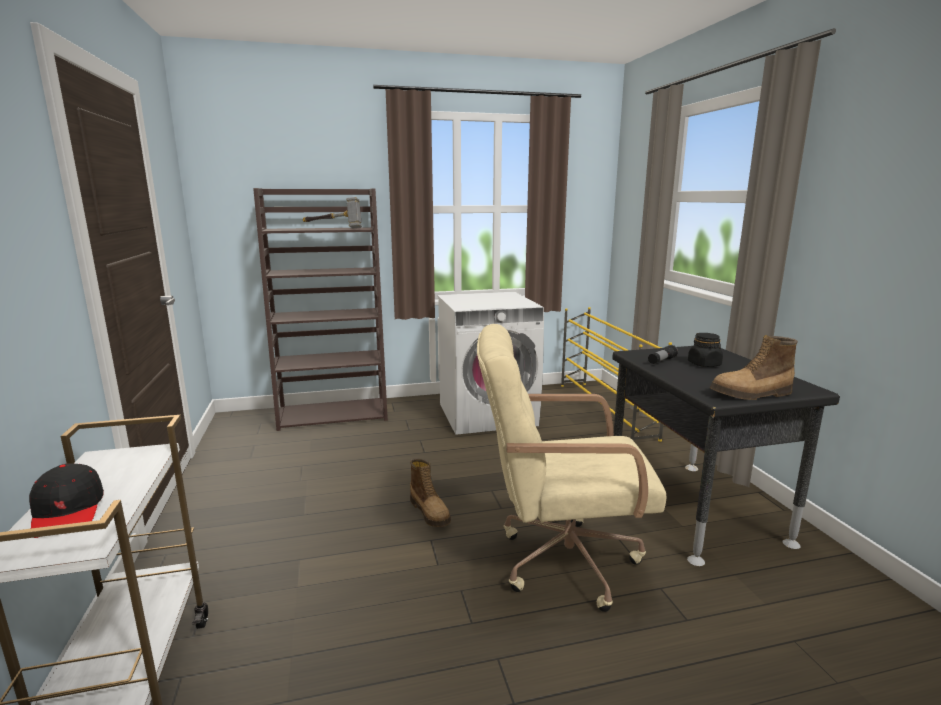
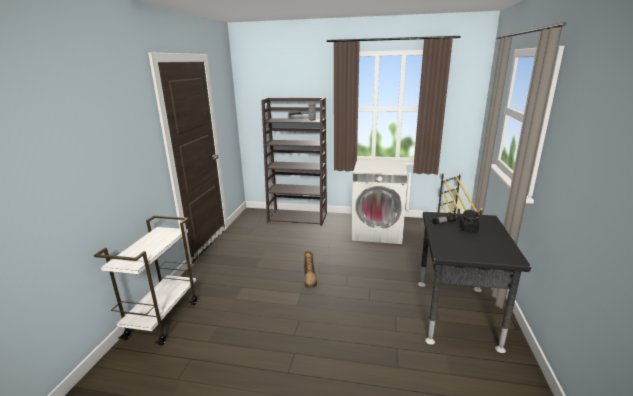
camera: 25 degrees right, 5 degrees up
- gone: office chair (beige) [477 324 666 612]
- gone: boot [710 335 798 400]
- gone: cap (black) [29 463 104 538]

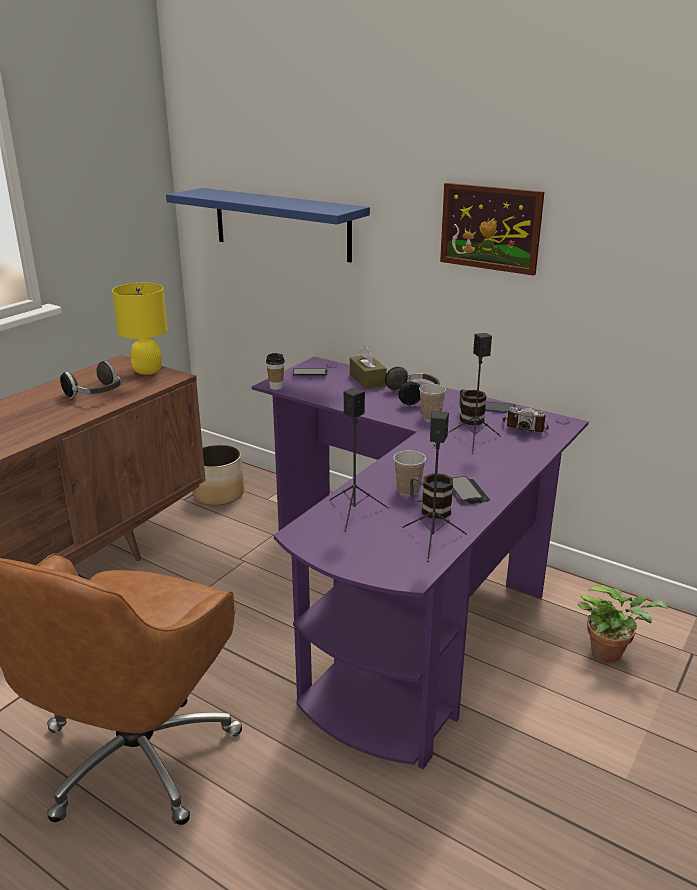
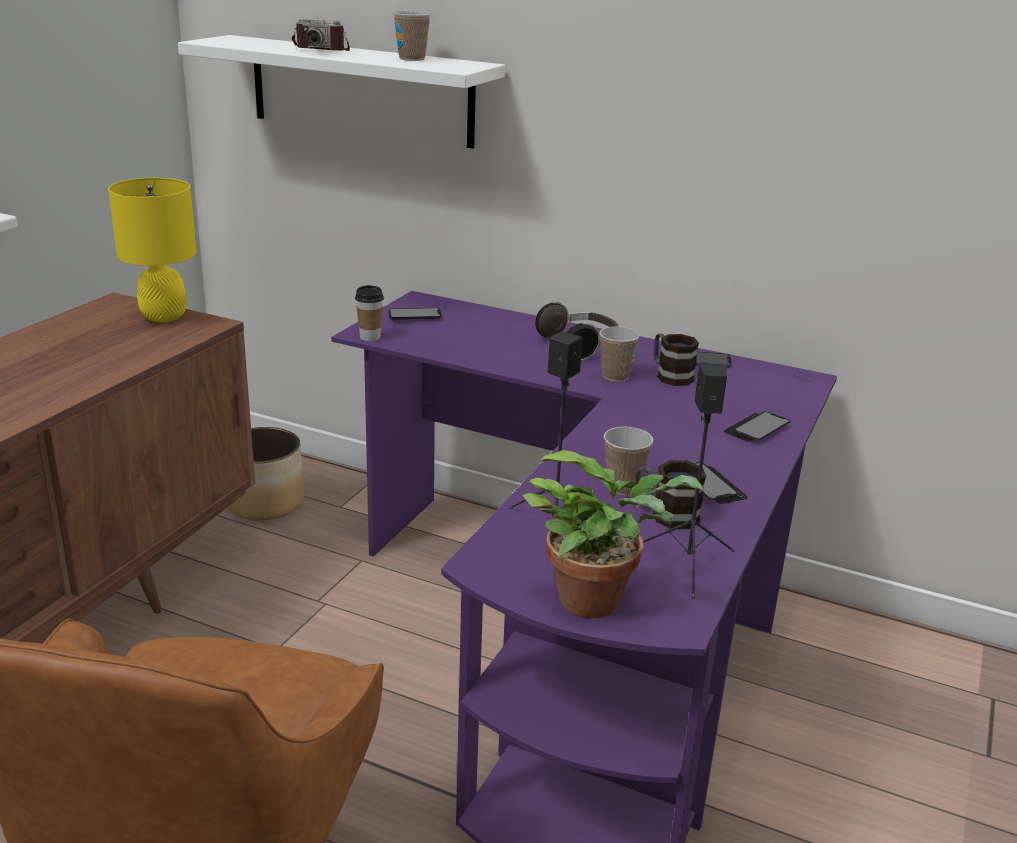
camera: 10 degrees left, 0 degrees up
- gone: picture [440 183 544 276]
- repainted: shelf (blue) [166 188 370 262] to shelf (white) [178 35 505 149]
- gone: speaker (black) [449 333 501 454]
- gone: tissue box (brown) [350 345 387 389]
- gone: headphones [60 361 121 398]
- shifted: photo camera [503 407 549 432] to [292 15 350 51]
- shifted: potted plant [577 585 668 663] to [523 450 703 618]
- new: cup [393 11 431 61]
- new: phone [724 411 791 442]

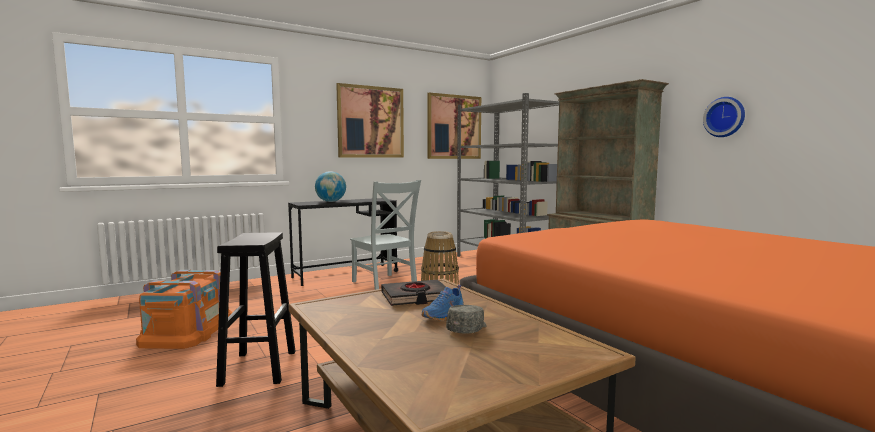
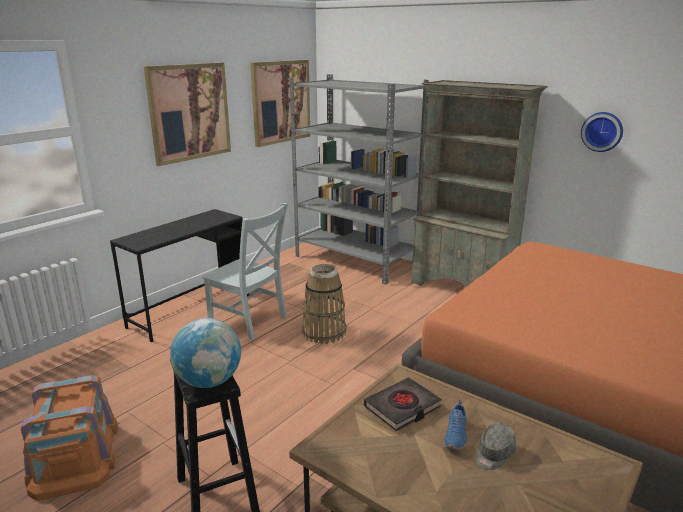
camera: 20 degrees left, 15 degrees up
- shifted: globe [315 171 346 202] to [170 318 241 388]
- rotated: cap (grey) [446 305 486 333] = [476 423 516 470] 150 degrees counterclockwise

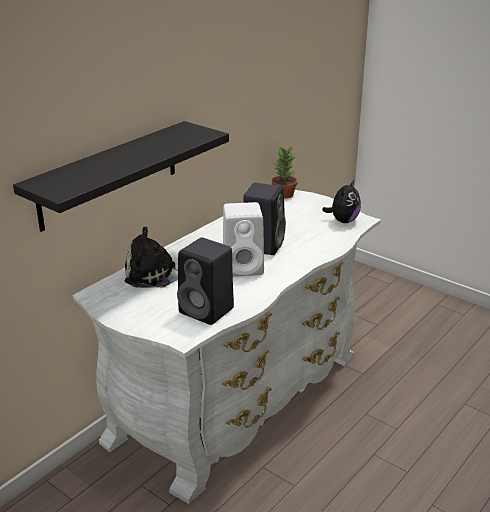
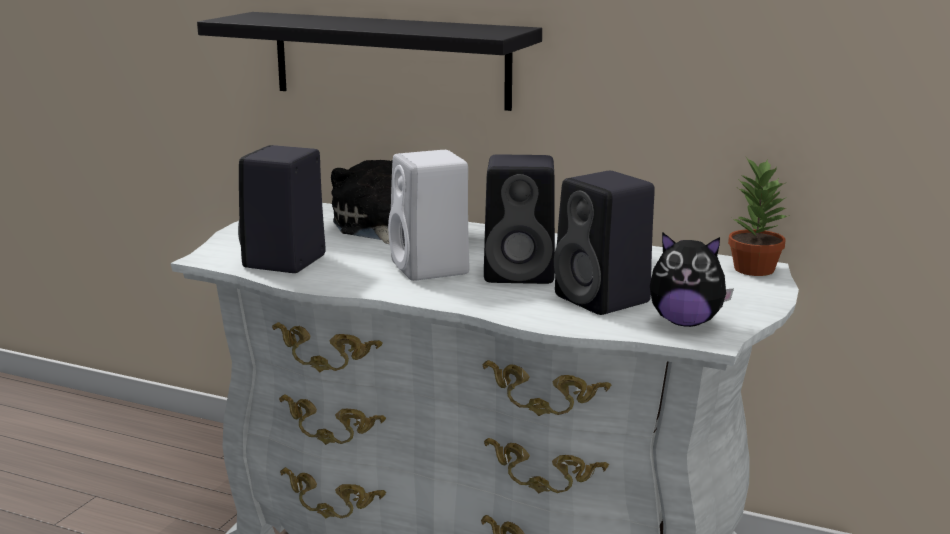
camera: 75 degrees right, 10 degrees down
- new: speaker (black) [554 171 655 315]

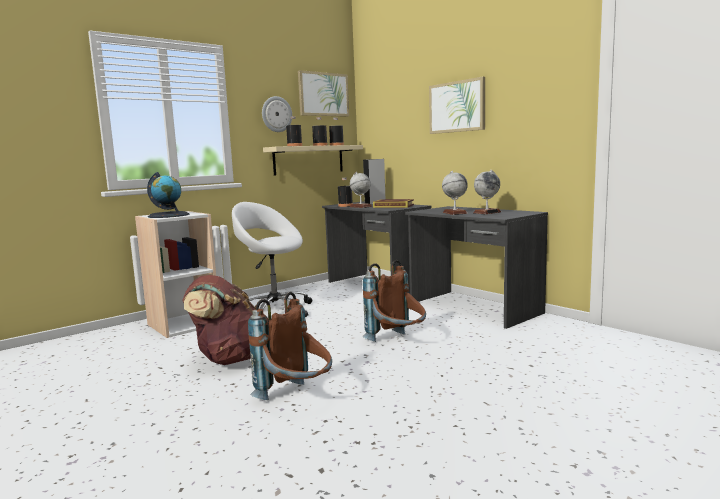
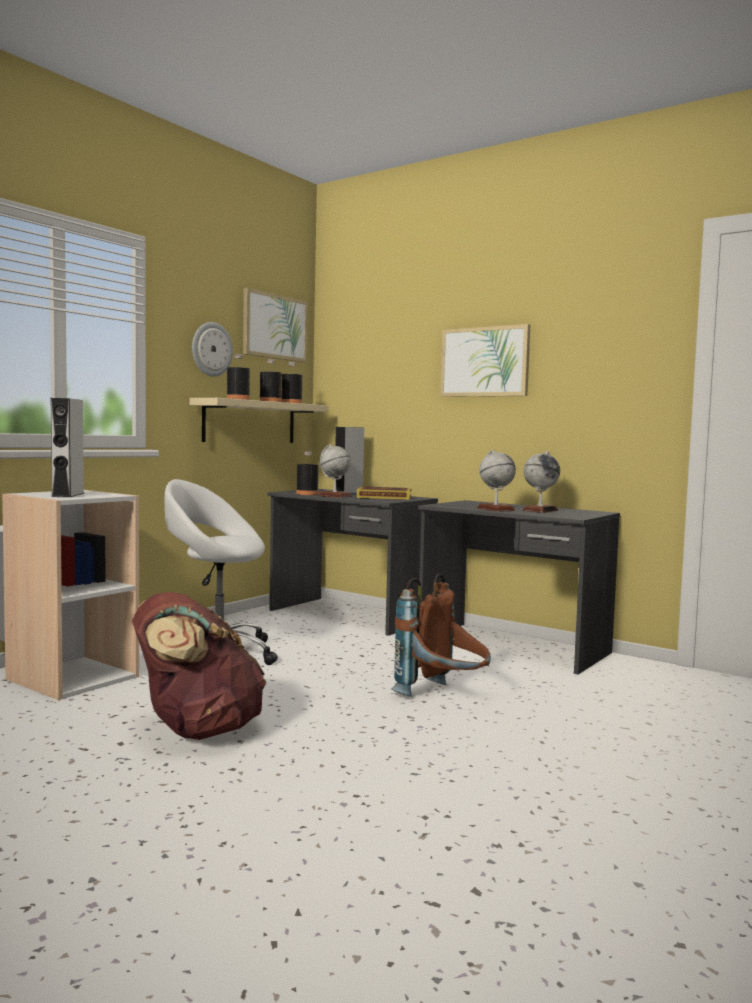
camera: 15 degrees left, 5 degrees down
- swapped: globe [147 172 189 218] to speaker (grey) [51 398 84 497]
- gone: backpack (brown) [248 292 332 400]

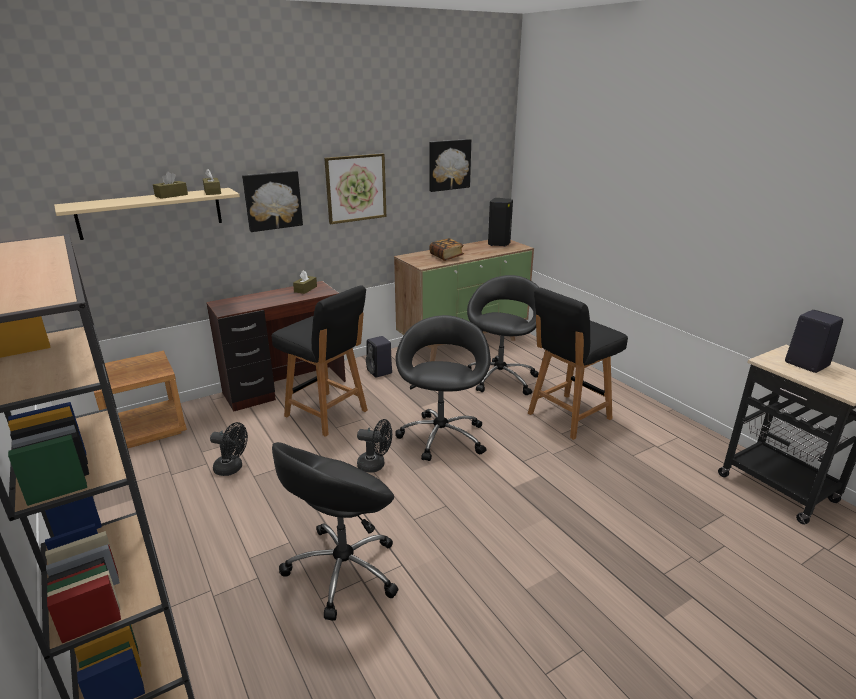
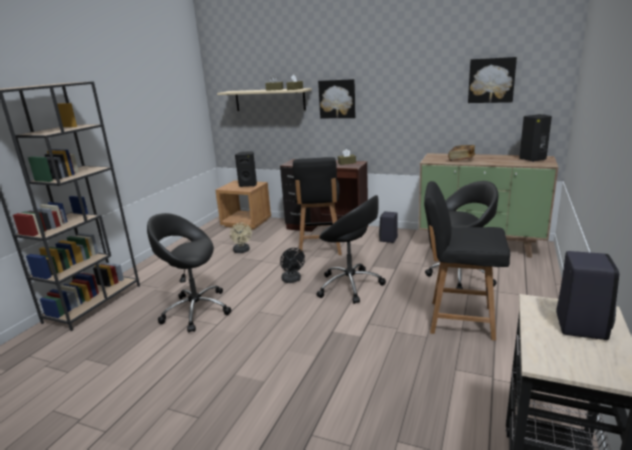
camera: 55 degrees right, 5 degrees down
- gone: picture [324 153 386 224]
- rotated: office chair (black) [395 315 491 461] = [316 195 386 304] 60 degrees clockwise
- repainted: fan (black) [210 422 248 476] to fan (beige) [230 223 252 253]
- new: speaker (black) [235 151 257 187]

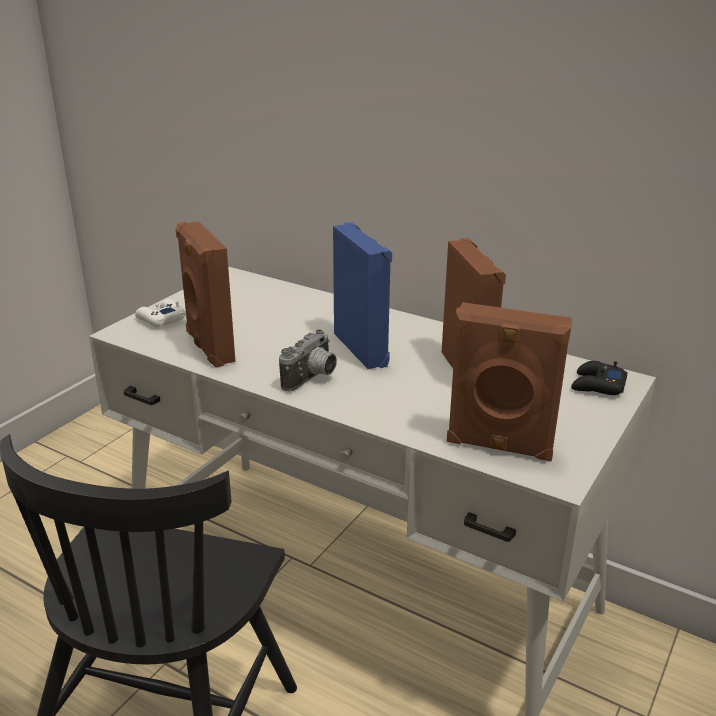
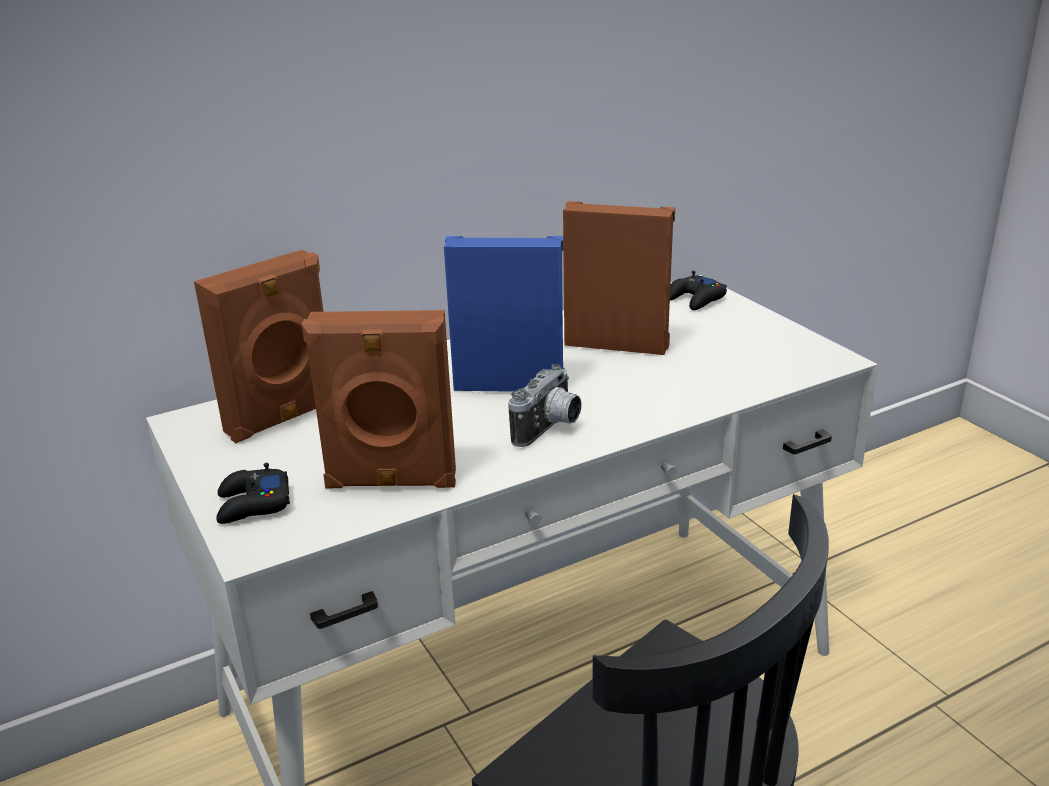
camera: 60 degrees left, 0 degrees up
- repainted: game controller (white) [135 299 185 327] to game controller (black) [216 463 290 524]
- shifted: speaker (brown) [447 302 572 461] to [194 250 324 443]
- rotated: photo camera [279 329 337 391] = [508 364 582 447] 60 degrees clockwise

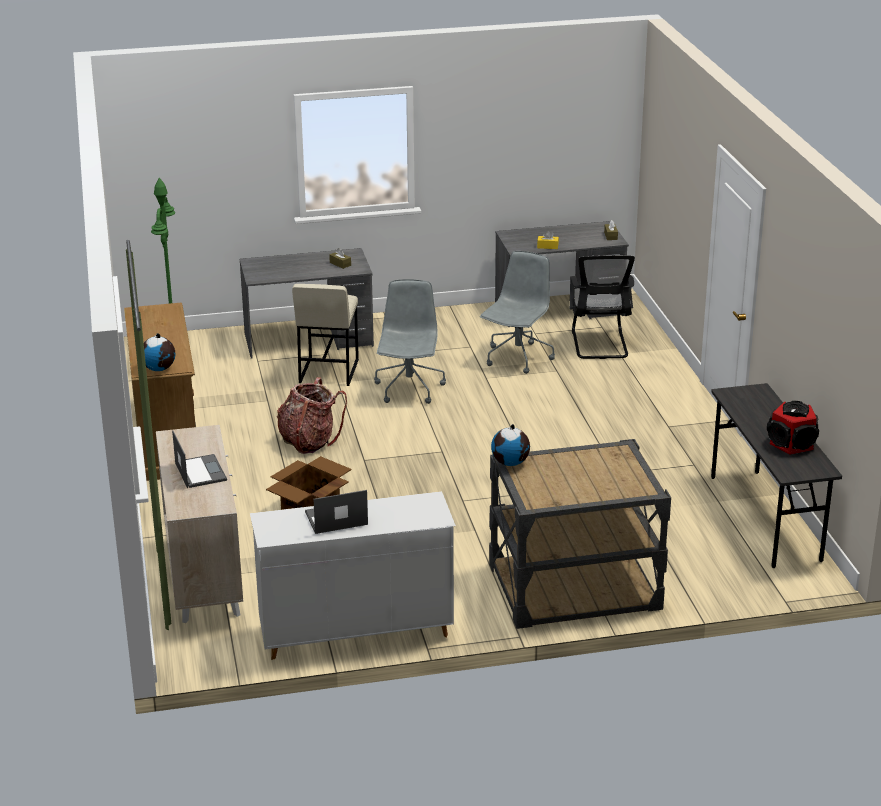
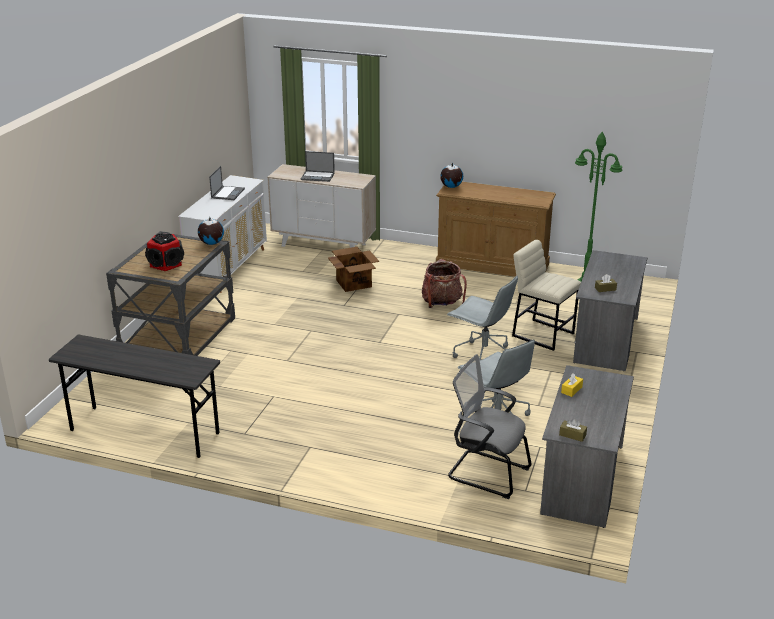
camera: 120 degrees right, 0 degrees up
- shifted: speaker [767 401 819 455] to [145 233 184 271]

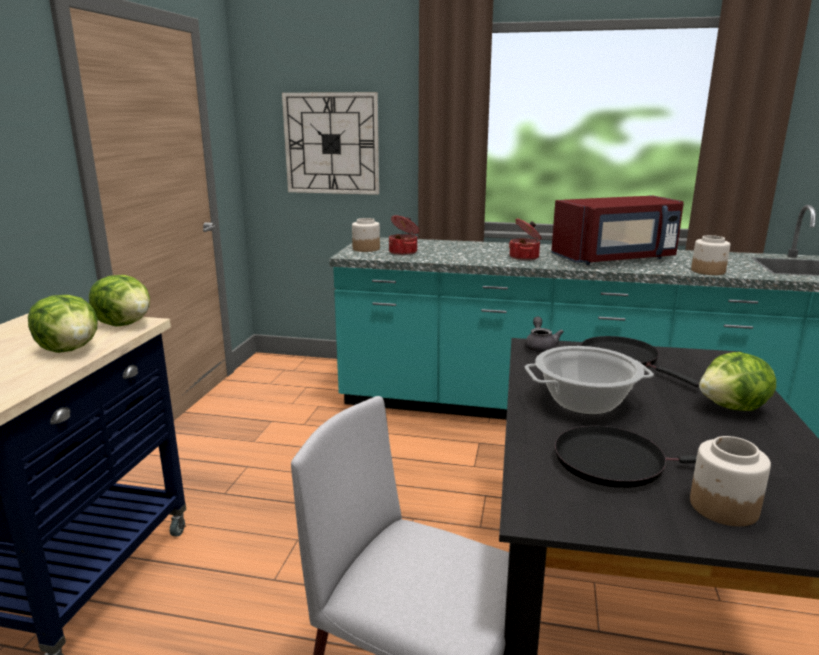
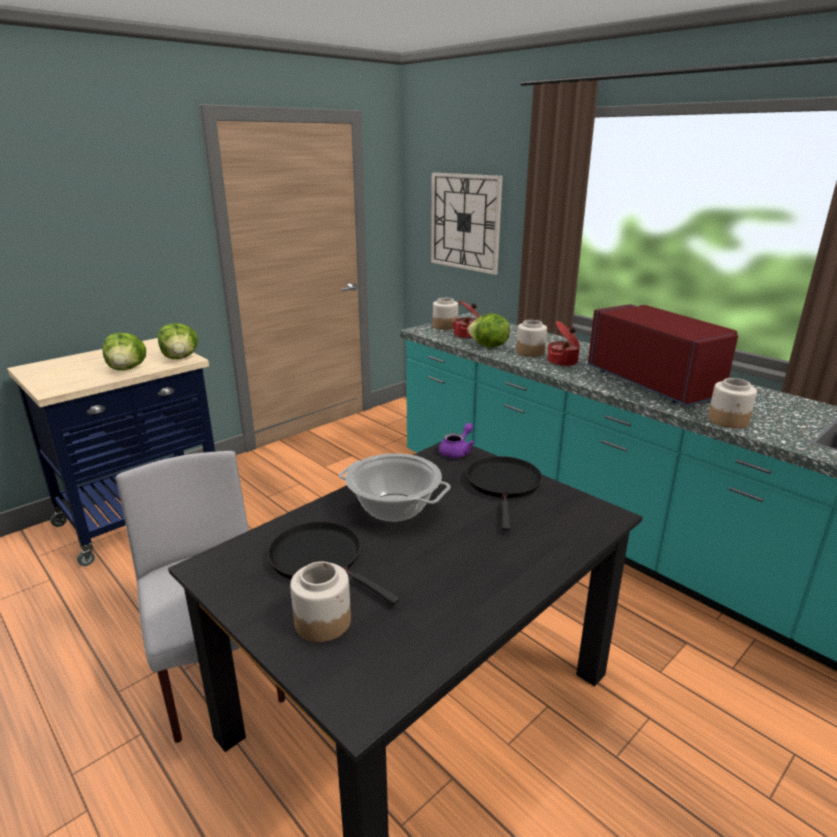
camera: 35 degrees right, 5 degrees up
- rotated: microwave (red) [551 195 684 265] = [588 304 738 406] 135 degrees counterclockwise
- repainted: teapot (grey) [525 316 564 352] to teapot (purple) [439 423 475 458]
- shifted: lettuce [699 352 776 411] to [468 314 510 348]
- new: jar [516 320 547 357]

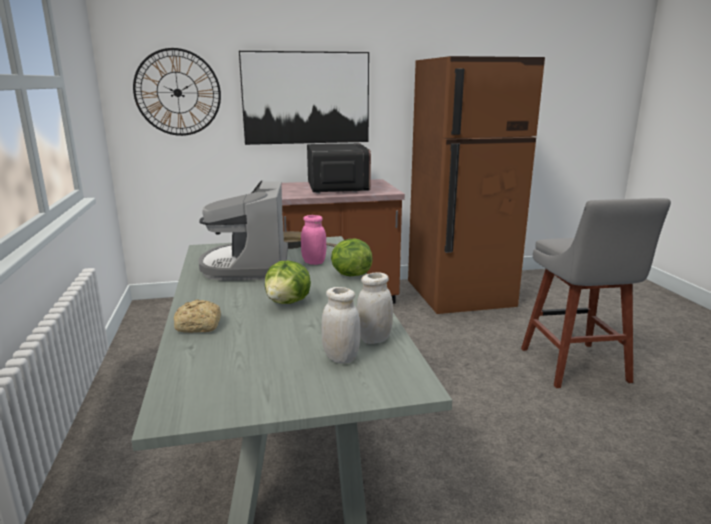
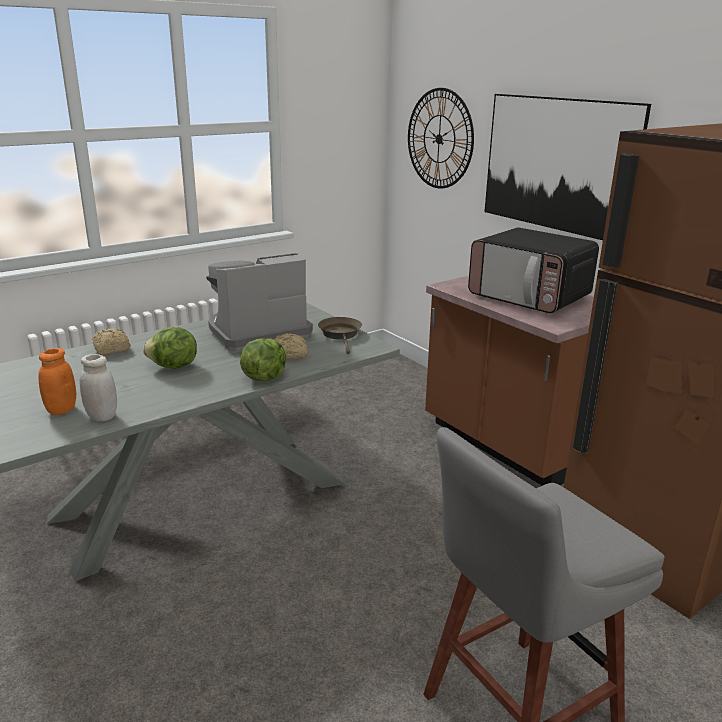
camera: 65 degrees right, 5 degrees up
- rotated: microwave [307 143 371 193] = [468 227 599 313] 75 degrees clockwise
- swapped: jar (pink) [301 215 326 265] to bread [273 333 307 360]
- repainted: jar (white) [322 287 360 364] to jar (orange) [38 348 76 415]

